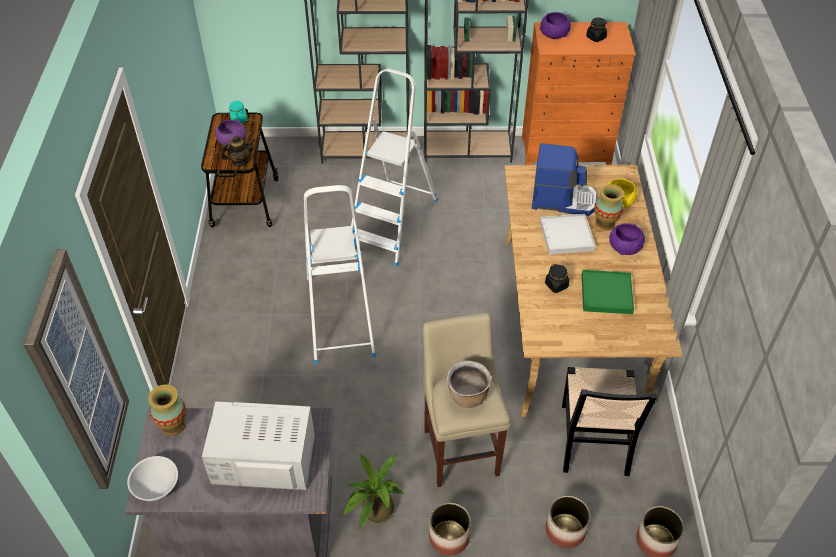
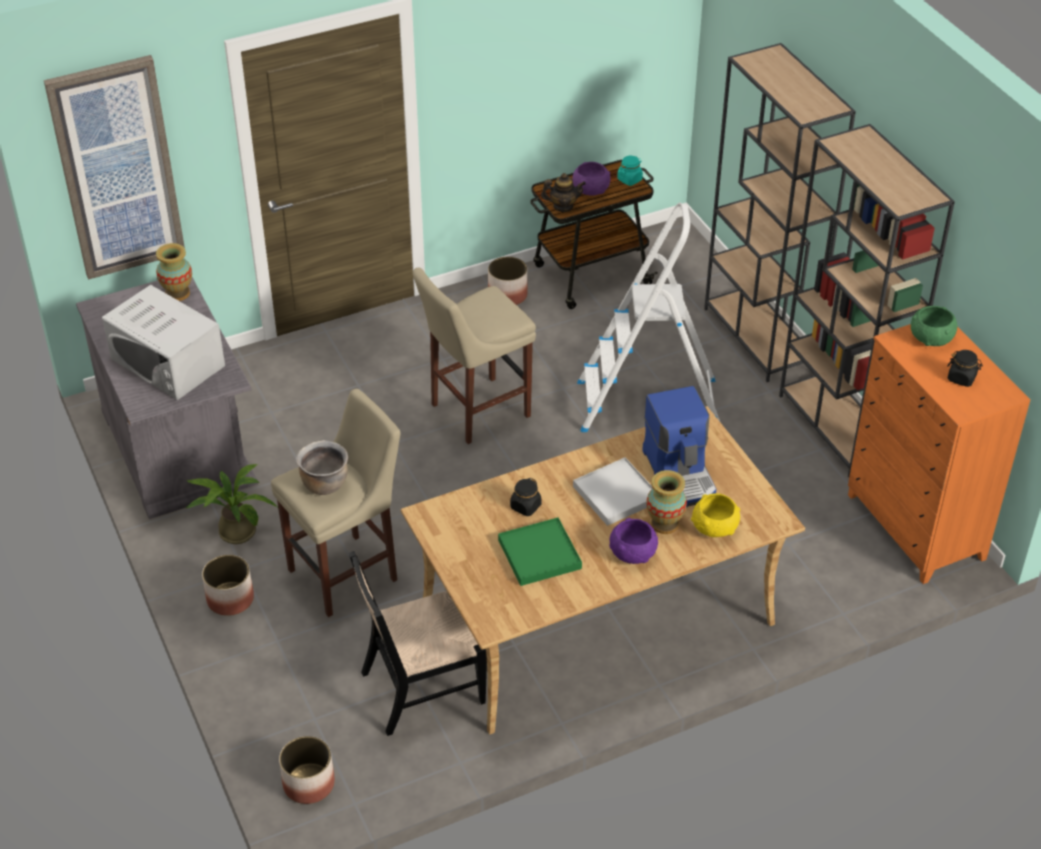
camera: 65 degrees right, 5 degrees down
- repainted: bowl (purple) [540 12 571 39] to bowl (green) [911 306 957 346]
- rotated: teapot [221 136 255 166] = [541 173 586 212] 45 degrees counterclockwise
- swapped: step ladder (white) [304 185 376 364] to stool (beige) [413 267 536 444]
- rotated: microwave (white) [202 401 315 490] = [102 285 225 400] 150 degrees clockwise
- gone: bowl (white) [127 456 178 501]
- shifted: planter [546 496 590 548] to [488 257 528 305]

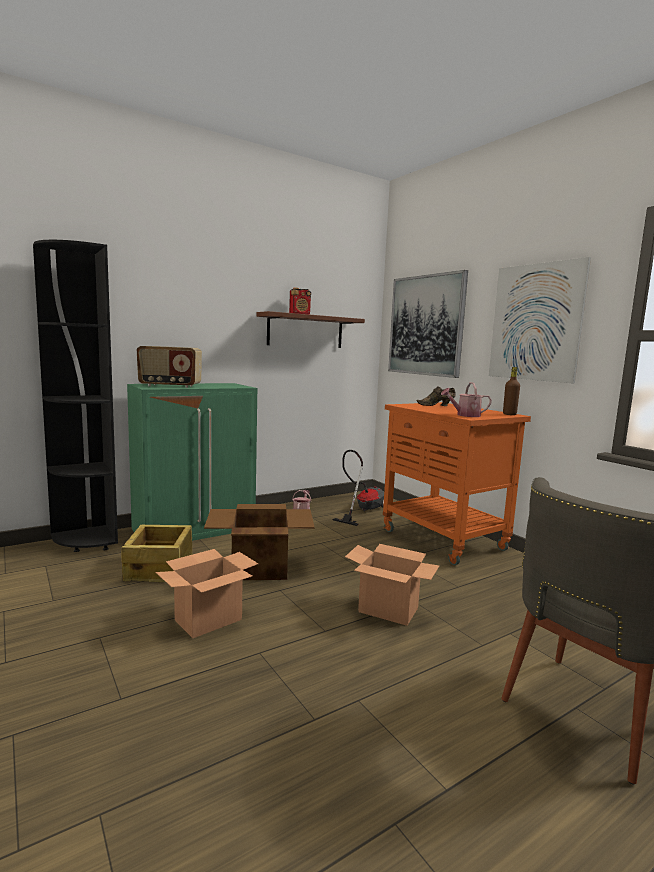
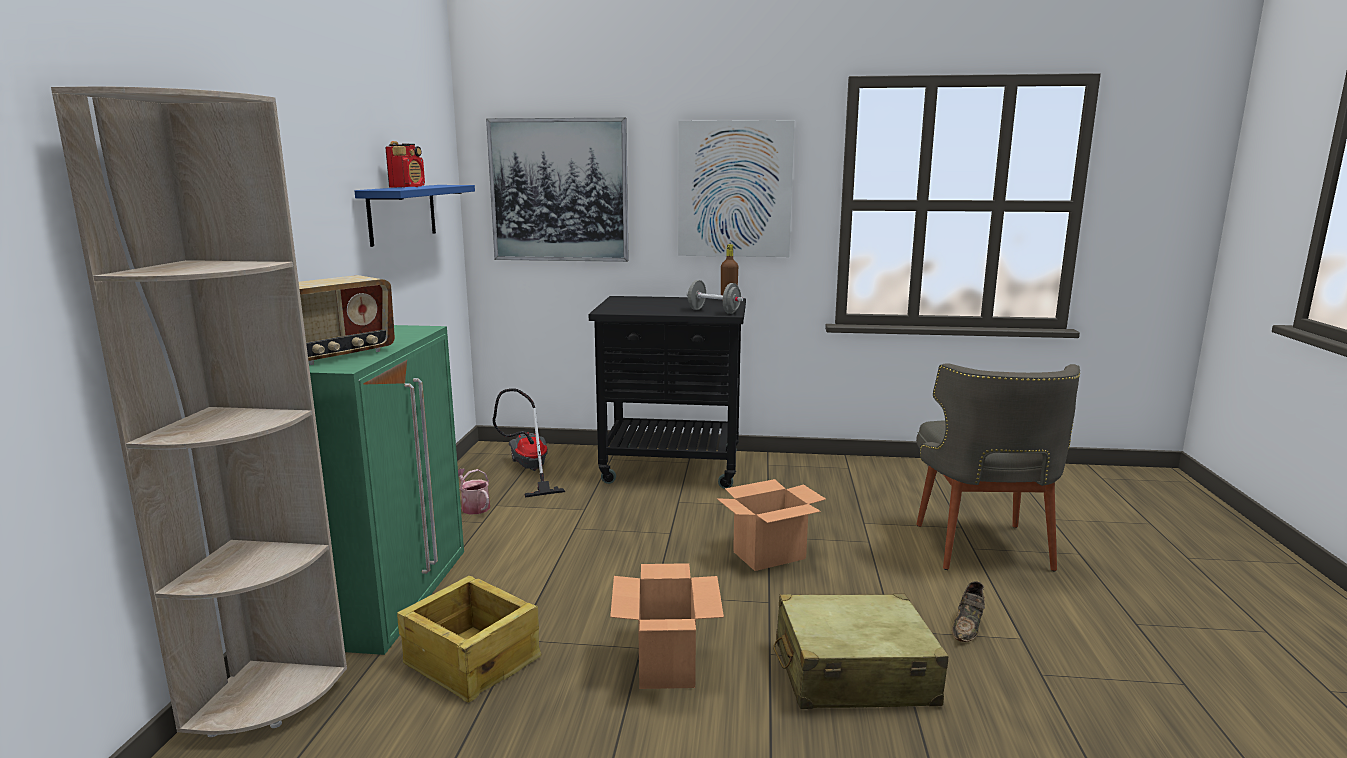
camera: 50 degrees left, 5 degrees up
- repainted: bookcase (black) [33 240 118 552] to bookcase (beige) [51 86 347 737]
- repainted: shelf (brown) [257 311 365 348] to shelf (blue) [354 185 475 247]
- swapped: watering can [441 382 492 417] to dumbbell (grey) [686 280 743 314]
- shifted: shoe (brown) [417 386 456 406] to [952 581 985 642]
- repainted: cart (orange) [383 402 531 565] to cart (black) [589 296 746 489]
- gone: cardboard box [204 504 315 580]
- new: suitcase (beige) [773 593 949 709]

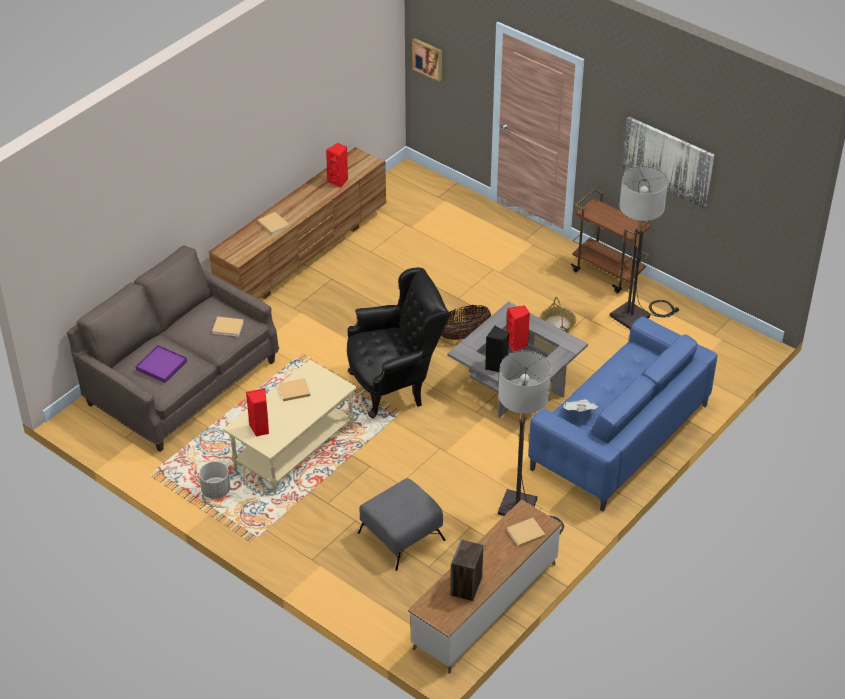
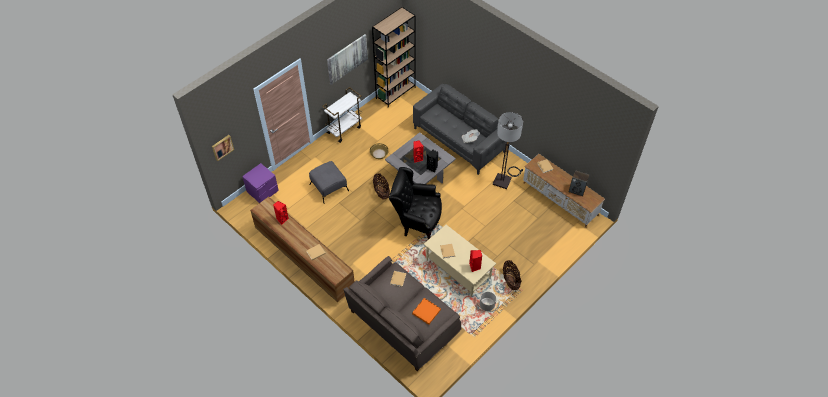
camera: 85 degrees left, 10 degrees up
- gone: floor lamp [610 166 679 329]
- repainted: cart (brown) [571 188 651 293] to cart (white) [322 87 362 143]
- rotated: armchair (black) [347 268 449 418] = [389 167 442 240] 60 degrees counterclockwise
- repainted: sofa (blue) [528 316 717 512] to sofa (grey) [413 84 509 175]
- repainted: tray (purple) [136 345 187 383] to tray (orange) [412 298 441 325]
- shifted: ottoman (grey) [358 478 445 571] to [309 161 349 204]
- new: bookcase (beige) [372 7 416 108]
- new: nightstand (purple) [242 163 279 203]
- new: basket [503 260 521 290]

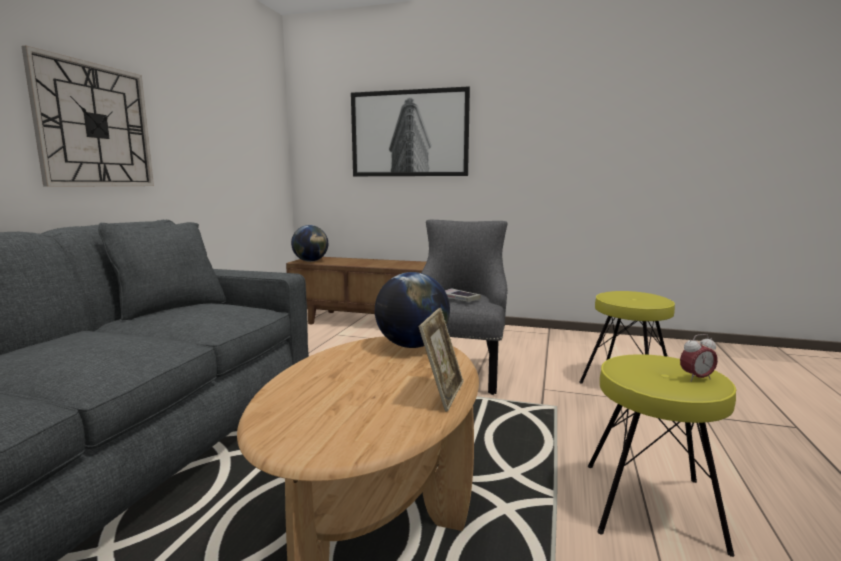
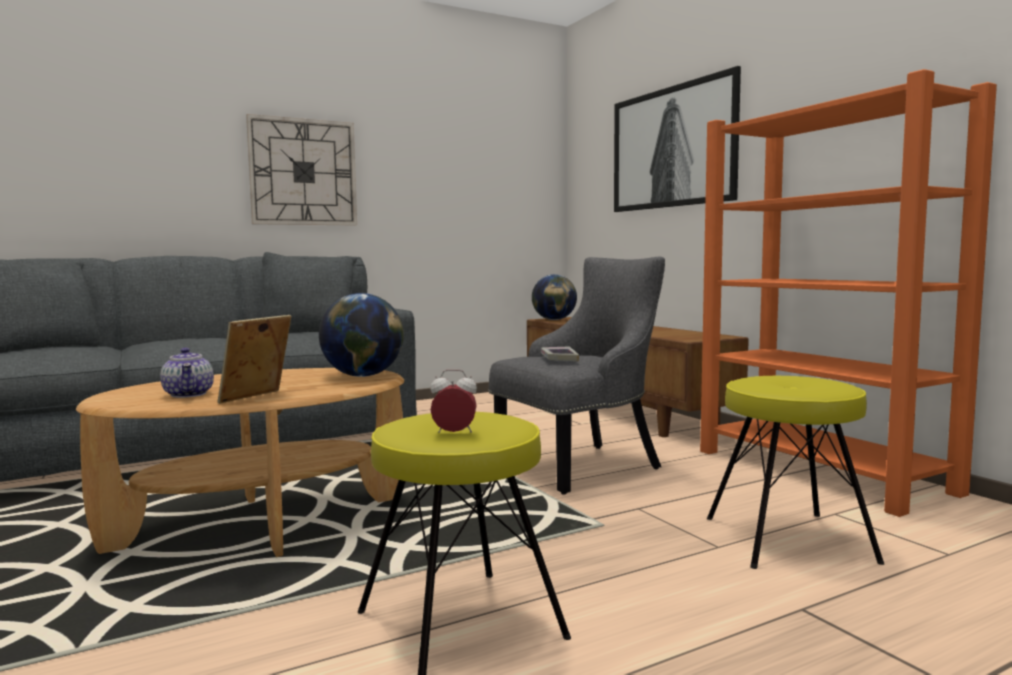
camera: 45 degrees right, 5 degrees down
- rotated: picture frame [419 308 463 412] = [217 315 291 404] 150 degrees clockwise
- rotated: alarm clock [680 334 718 382] = [431 370 477 433] 150 degrees clockwise
- new: bookcase (orange) [700 69 997 517]
- new: teapot [160 348 214 398]

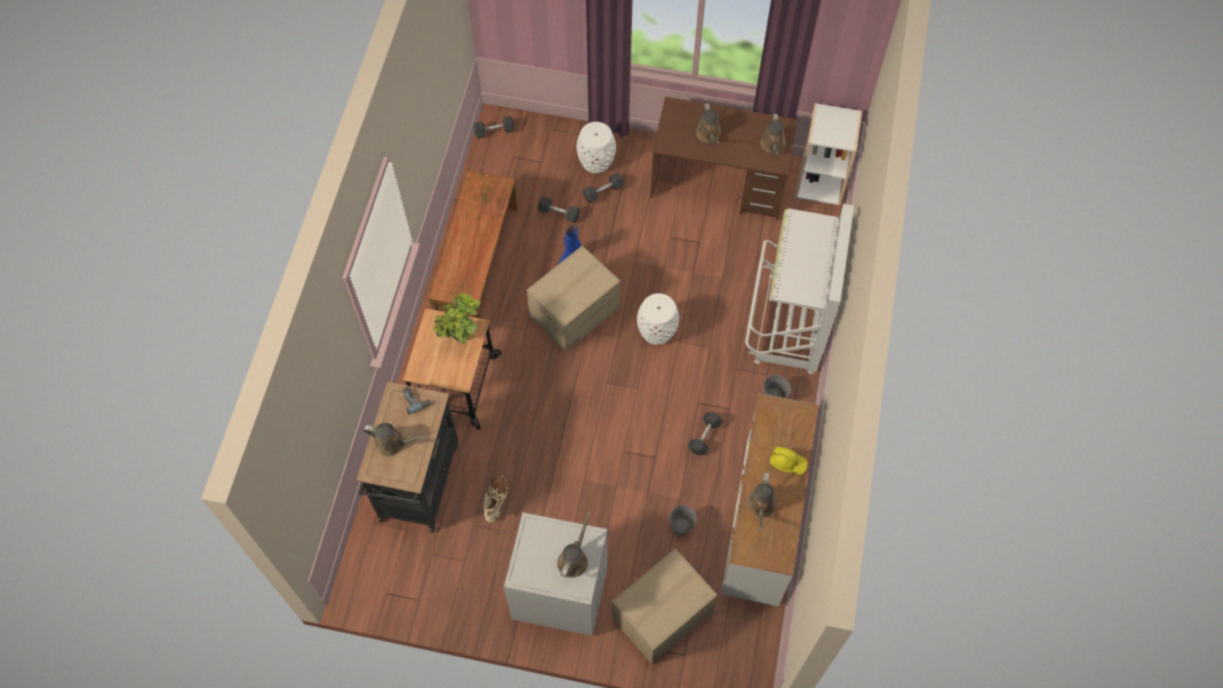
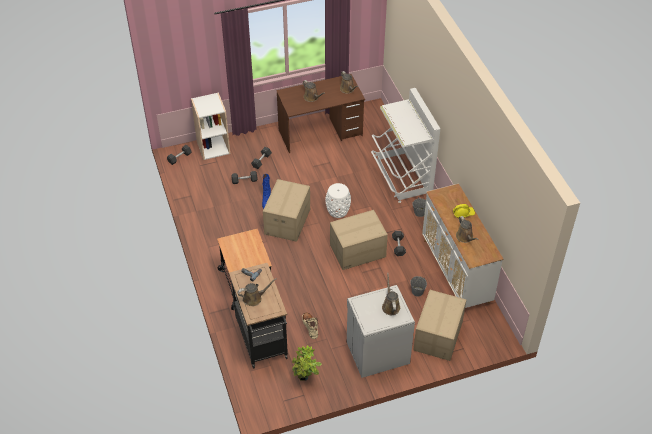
camera: 30 degrees left, 15 degrees down
- shifted: bookcase [795 103 862 206] to [191 93 230 160]
- gone: stool (white) [577 122 616 173]
- gone: bench (brown) [428 171 519 319]
- shifted: potted plant [433 293 481 344] to [292 345 322 381]
- new: cardboard box [330 210 388 270]

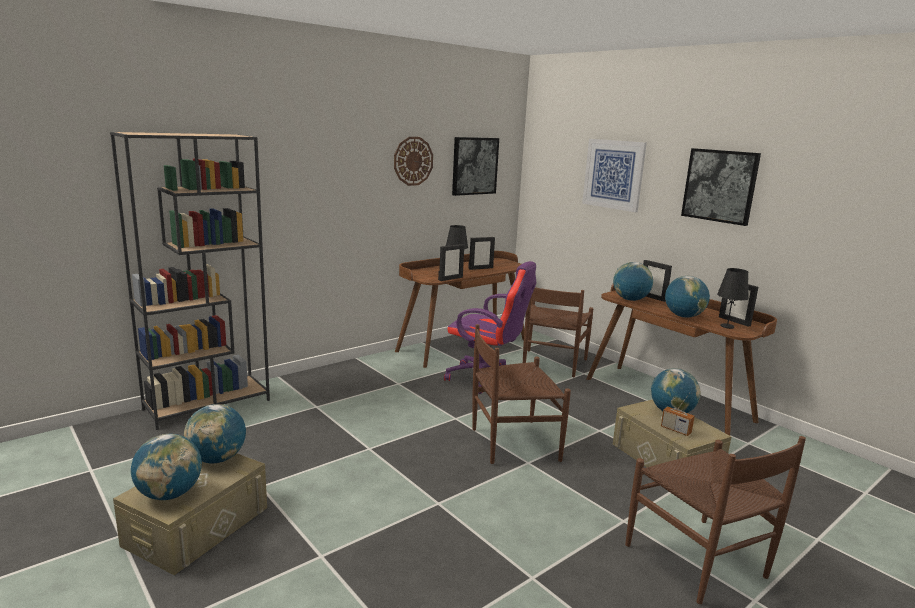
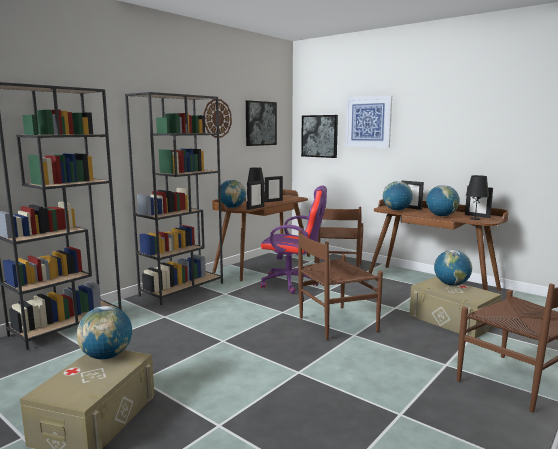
camera: 10 degrees left, 5 degrees down
- shifted: picture [681 148 761 226] to [301 115 338 158]
- gone: radio [661 392 695 436]
- shifted: globe [131 434 202 500] to [217 180 246 208]
- new: bookcase [125 92 223 305]

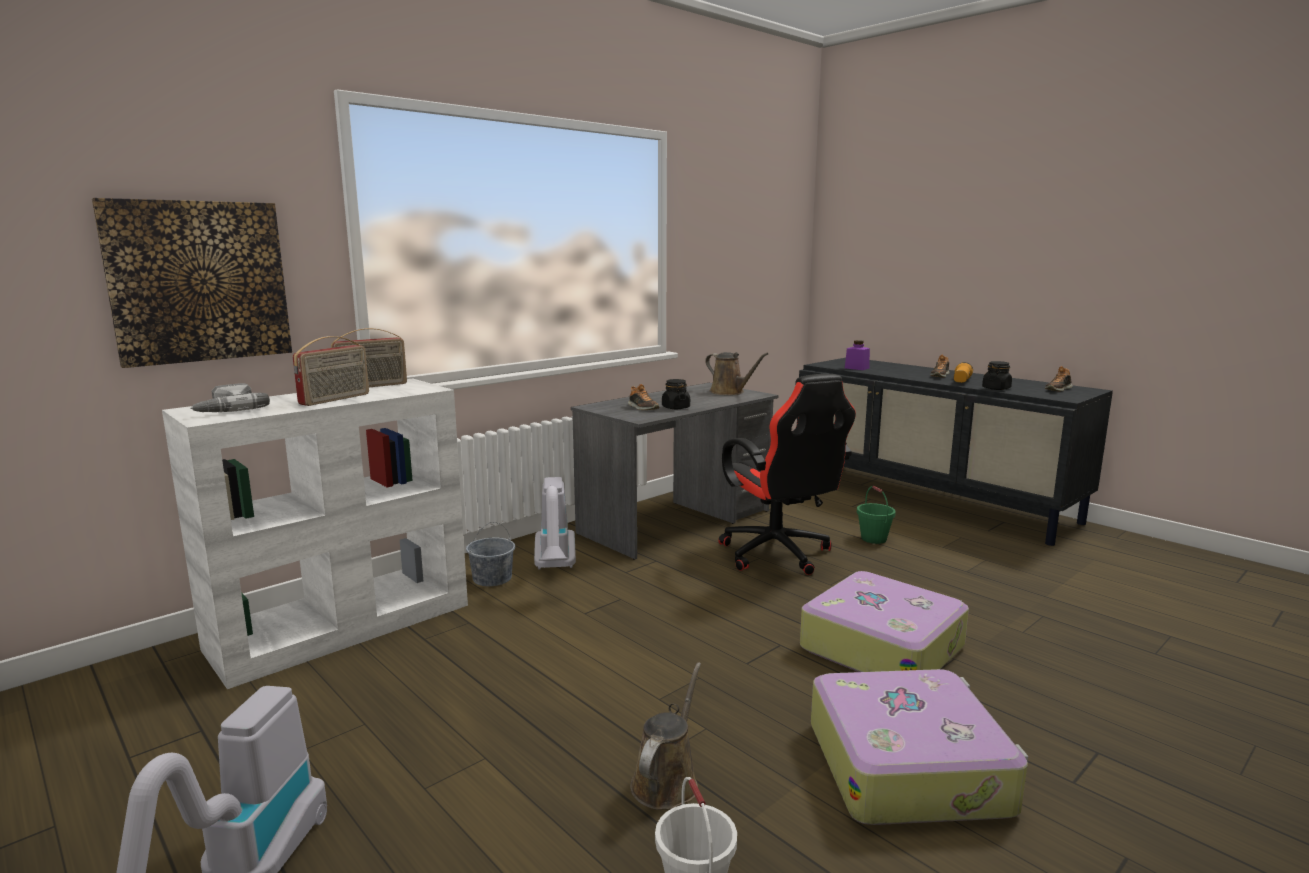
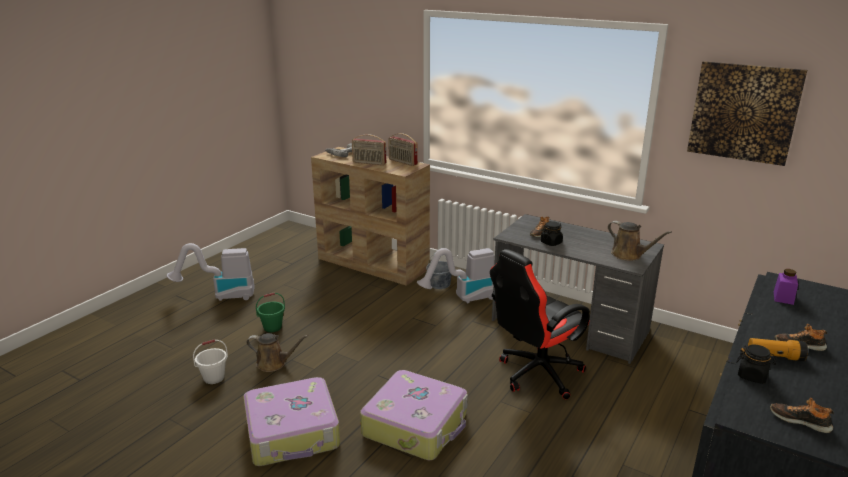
camera: 75 degrees right, 10 degrees up
- shifted: picture [92 198 292 368] to [687 61 807 166]
- rotated: watering can (brown) [705 352 769 395] = [608 221 672 261] 75 degrees counterclockwise
- repainted: bookcase (white) [162 379 468 689] to bookcase (brown) [311 147 430 286]
- shifted: bucket (green) [857 486 896 544] to [256 293 285 332]

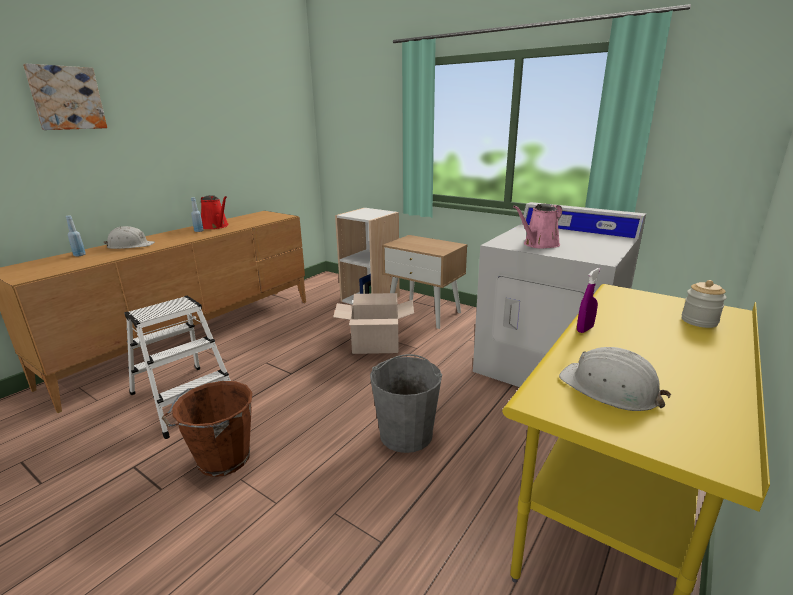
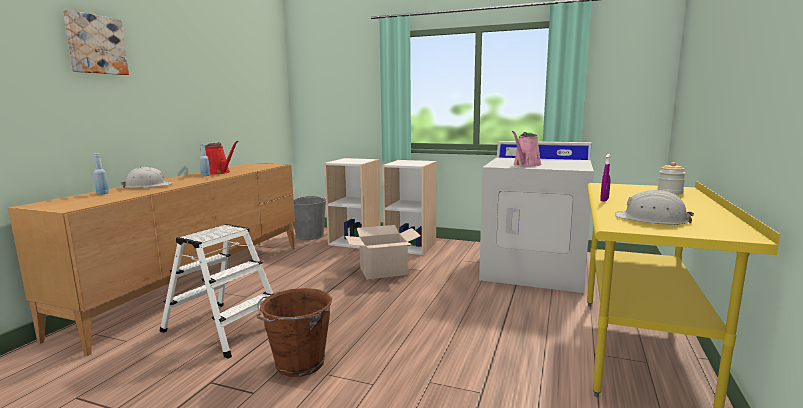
camera: 15 degrees left, 10 degrees down
- swapped: nightstand (beige) [382 235 467 329] to bookcase [382 160 437 255]
- shifted: bucket (grey) [370 354 442 453] to [294 196 326 240]

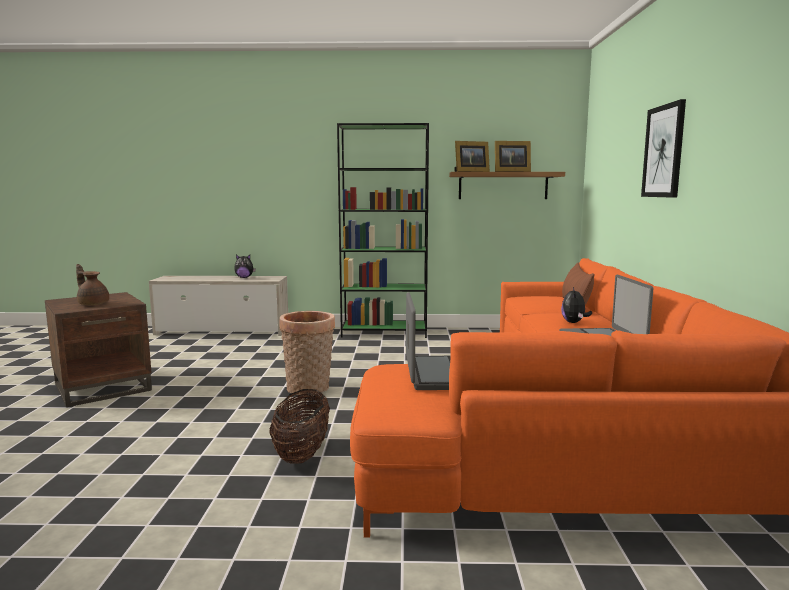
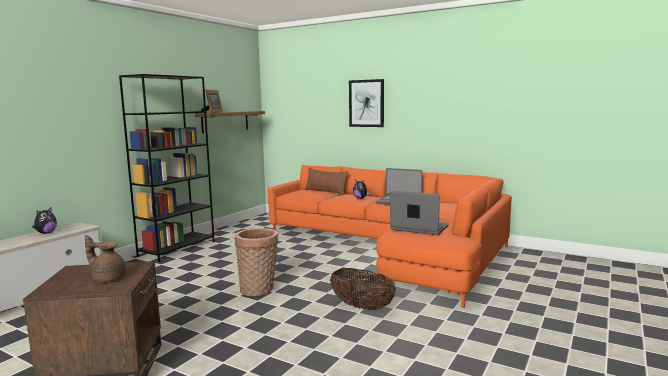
camera: 60 degrees left, 0 degrees up
- repainted: bookcase (green) [337 123 429 338] to bookcase (black) [119 74 215 262]
- gone: picture frame [495 141 531 172]
- rotated: teapot (brown) [76 264 109 305] = [85 235 127 282] 45 degrees clockwise

